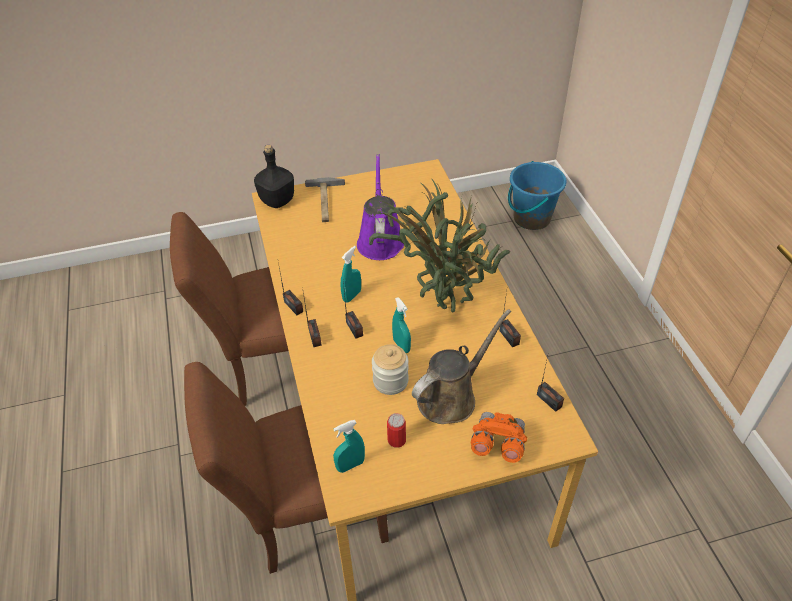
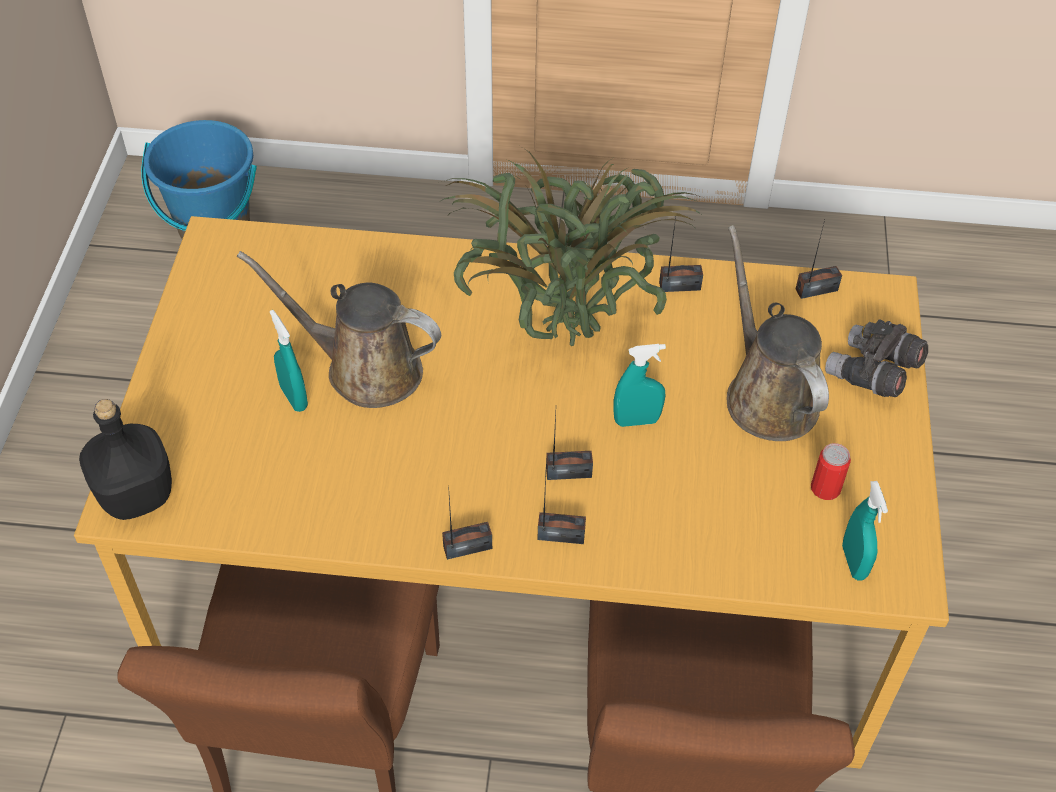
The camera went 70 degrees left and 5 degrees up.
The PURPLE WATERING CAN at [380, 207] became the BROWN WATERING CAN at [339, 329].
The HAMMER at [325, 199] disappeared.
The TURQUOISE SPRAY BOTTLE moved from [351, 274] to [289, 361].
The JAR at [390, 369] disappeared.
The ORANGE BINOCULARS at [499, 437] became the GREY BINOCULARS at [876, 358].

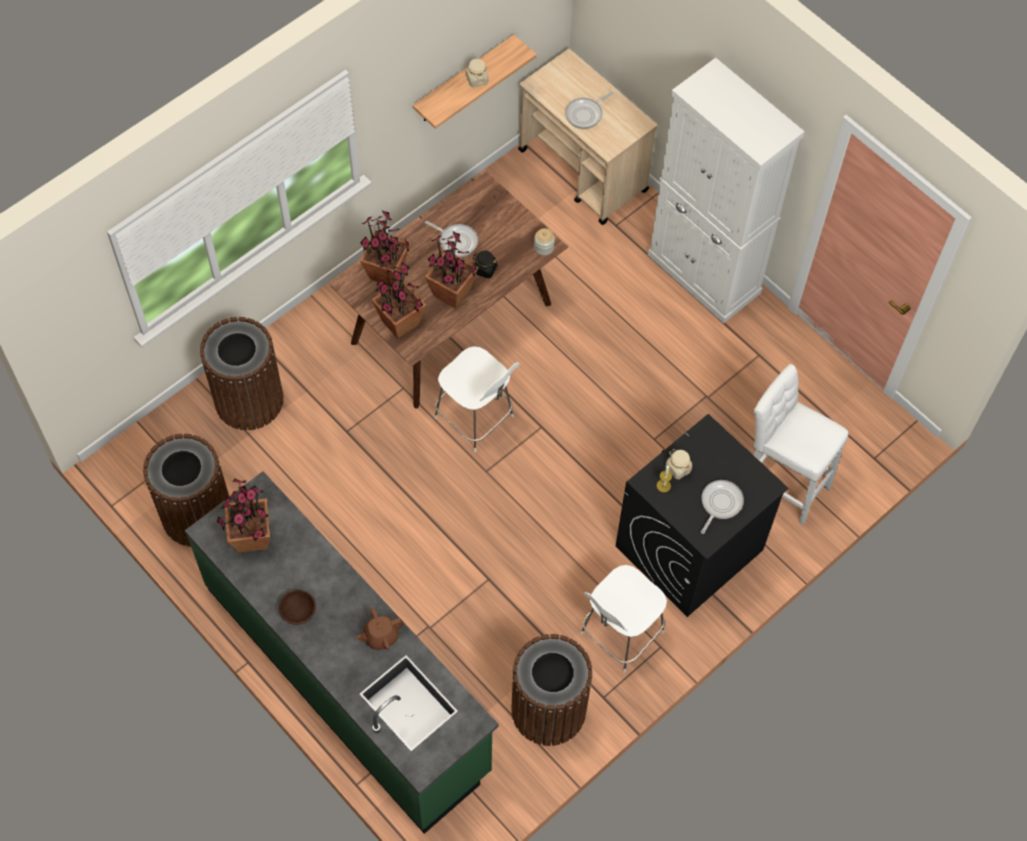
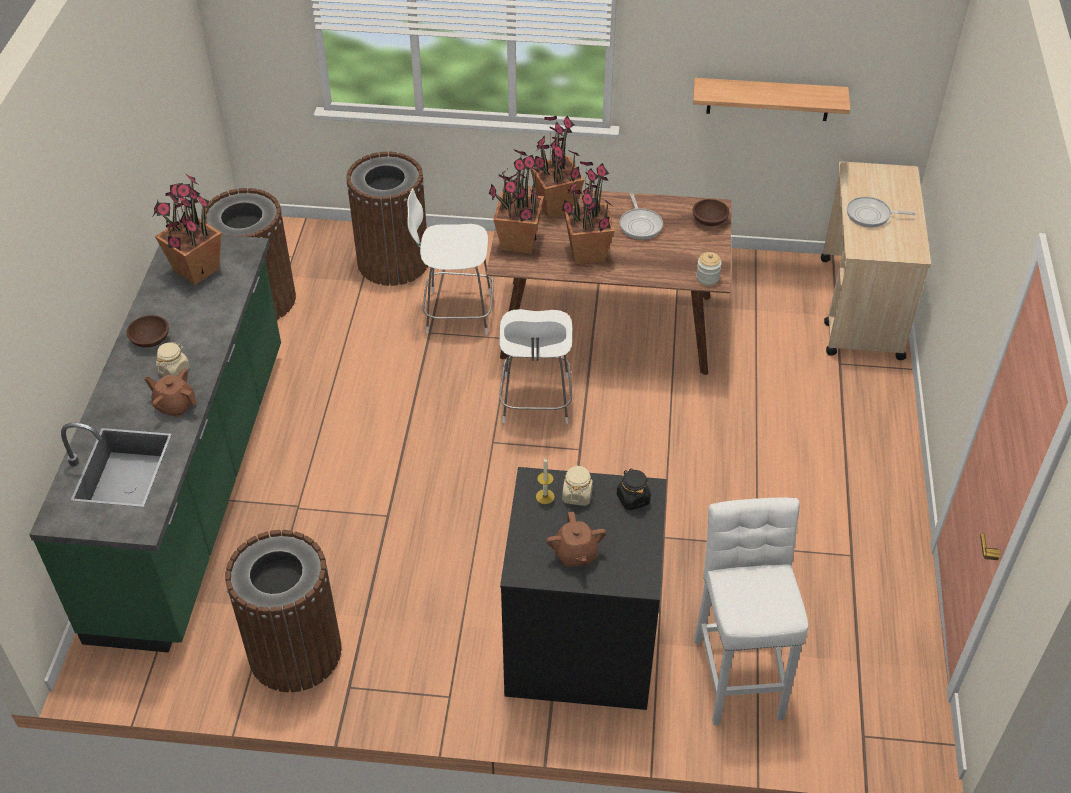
The camera went 50 degrees right and 15 degrees down.
The BEIGE JAR moved from [477, 72] to [172, 359].
The WHITE CABINET at [726, 190] disappeared.
The BLACK JAR moved from [485, 264] to [634, 489].
The FRYING PAN at [722, 507] was replaced by the BROWN TEAPOT at [576, 539].
The WHITE CHAIR moved from [623, 619] to [450, 261].
The BROWN BOWL at [711, 212] appeared.

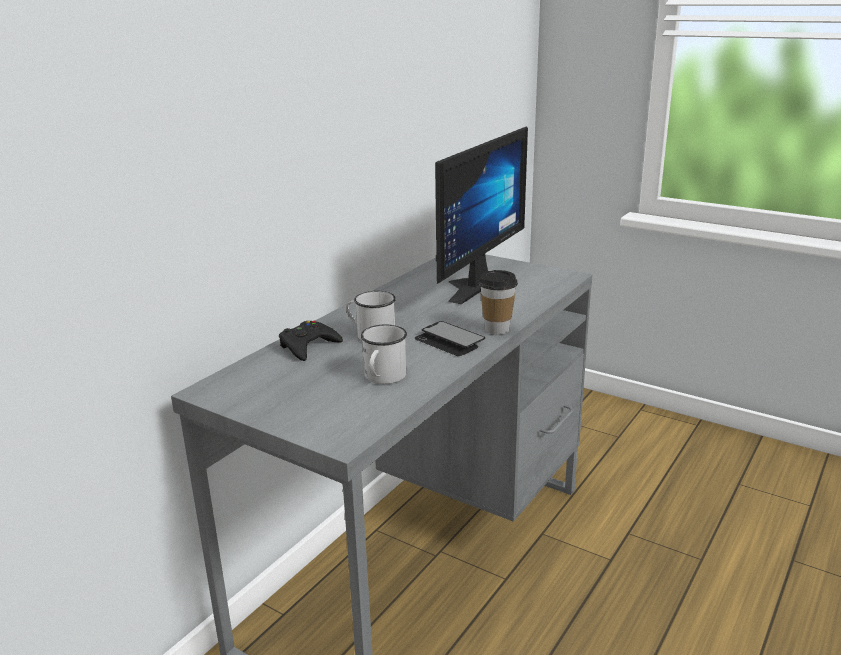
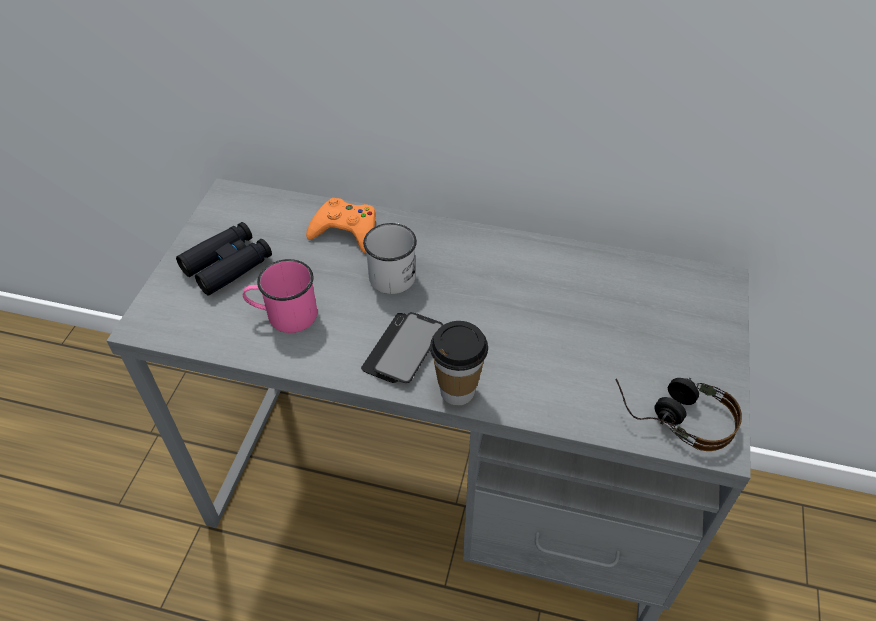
The camera went 70 degrees right and 25 degrees up.
The MONITOR at [481, 215] disappeared.
The BLACK GAME CONTROLLER at [311, 341] became the ORANGE GAME CONTROLLER at [341, 225].
The WHITE MUG at [384, 354] became the PINK MUG at [280, 296].
The BLACK BINOCULARS at [224, 259] appeared.
The HEADPHONES at [678, 414] appeared.

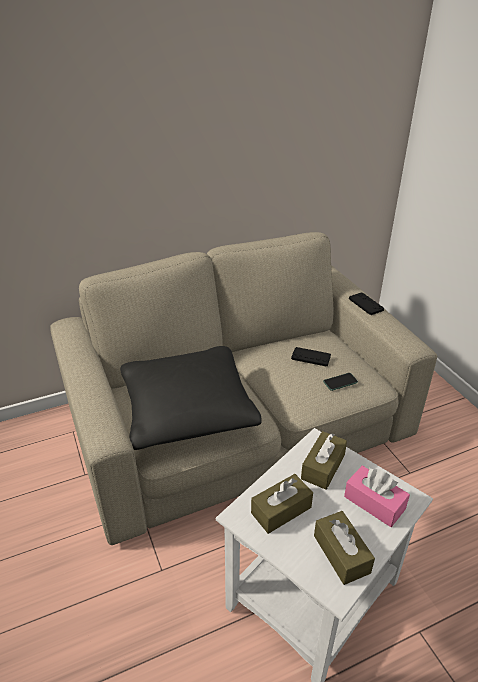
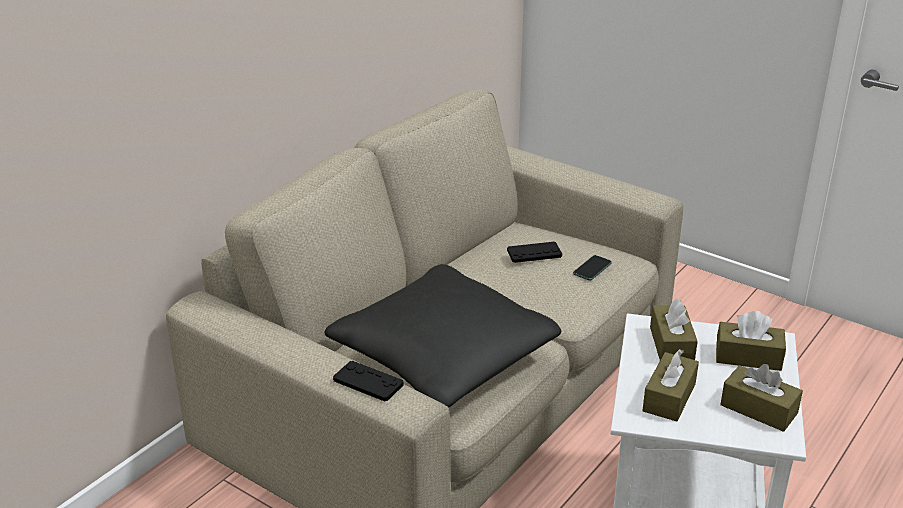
The camera went 30 degrees left and 5 degrees down.
The BLACK GAME CONTROLLER moved from [366, 303] to [368, 381].
The PINK TISSUE BOX at [377, 496] became the BROWN TISSUE BOX at [751, 341].

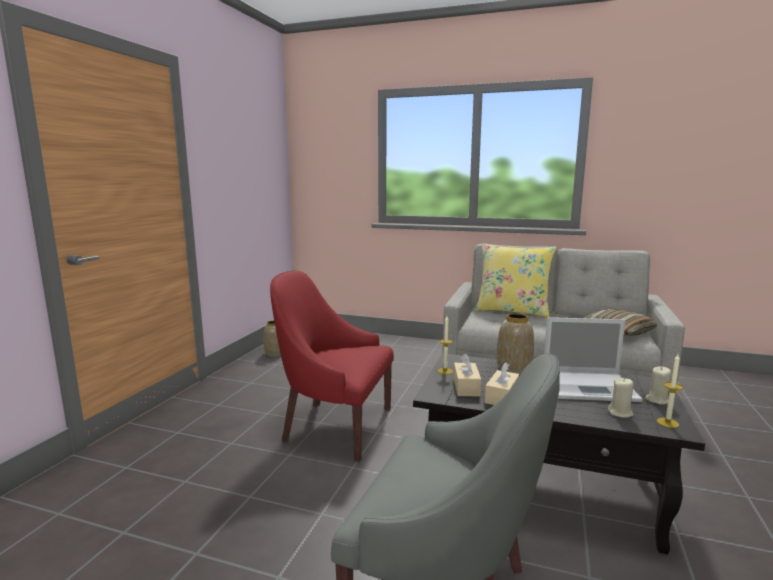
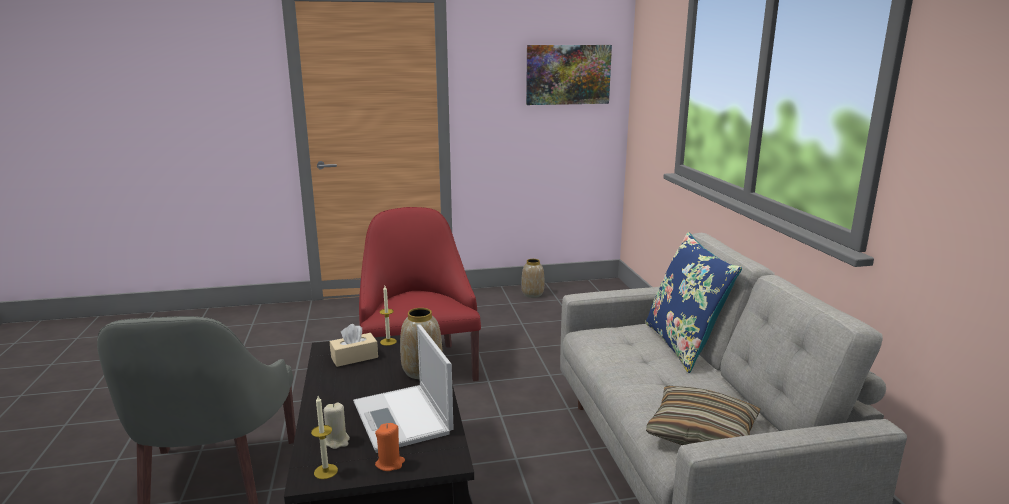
The camera went 60 degrees right and 5 degrees up.
The YELLOW PILLOW at [515, 280] became the BLUE PILLOW at [693, 302].
The BEIGE TISSUE BOX at [502, 383] disappeared.
The BEIGE CANDLE at [658, 385] became the ORANGE CANDLE at [390, 447].
The PICTURE at [569, 75] appeared.

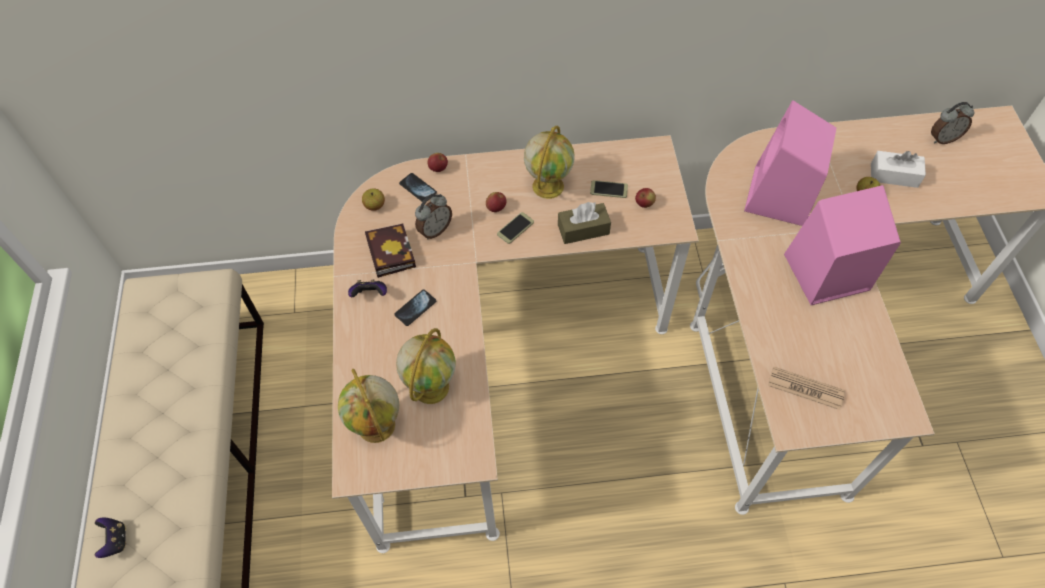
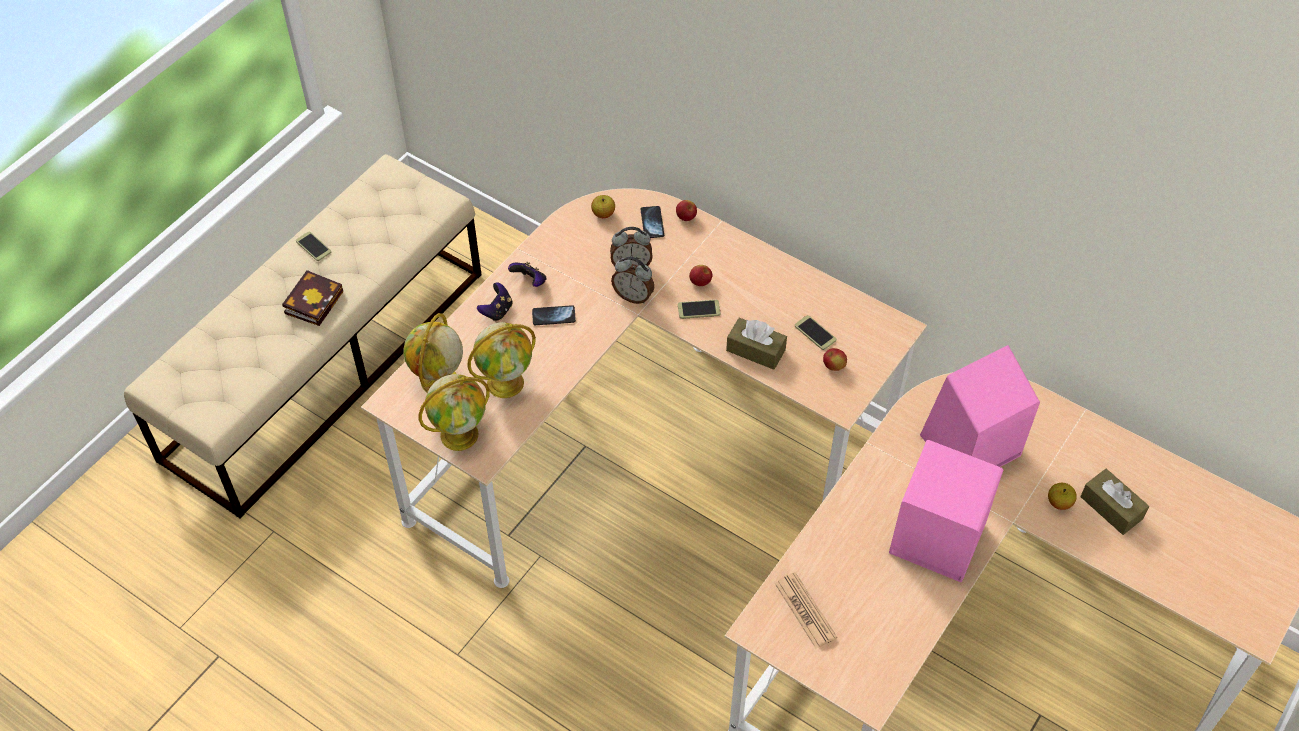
The camera went 40 degrees right and 5 degrees down.
The ALARM CLOCK moved from [952, 123] to [632, 280].
The GLOBE moved from [549, 162] to [454, 412].
The WHITE TISSUE BOX at [898, 169] became the BROWN TISSUE BOX at [1114, 502].
The BOOK moved from [390, 250] to [312, 298].
The GAME CONTROLLER moved from [110, 537] to [495, 301].
The PHONE at [313, 246] appeared.

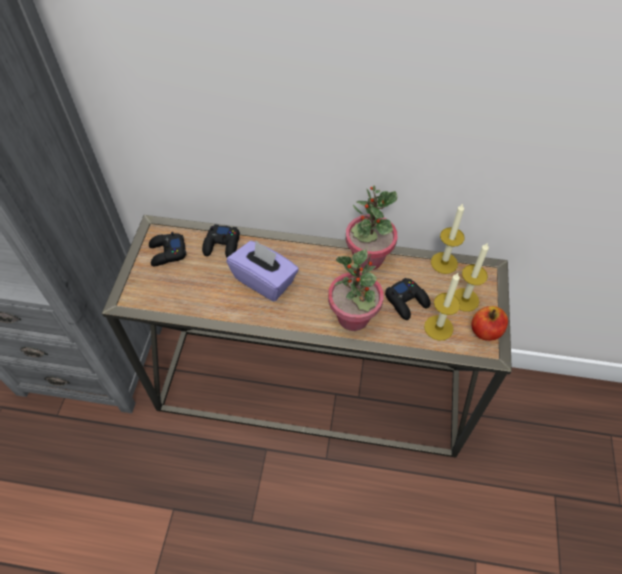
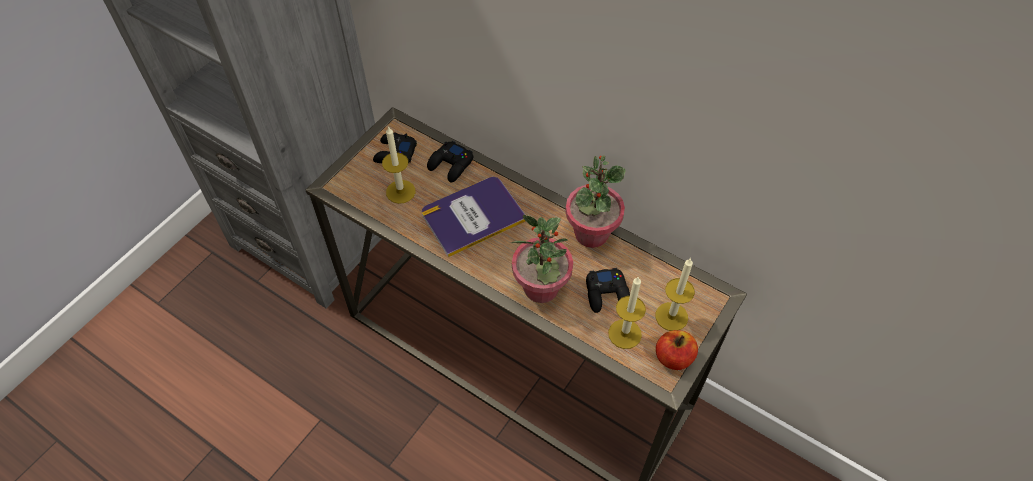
The camera went 25 degrees right and 0 degrees up.
The CANDLE moved from [448, 238] to [398, 165].
The PURPLE TISSUE BOX at [262, 271] was replaced by the BOOK at [474, 217].

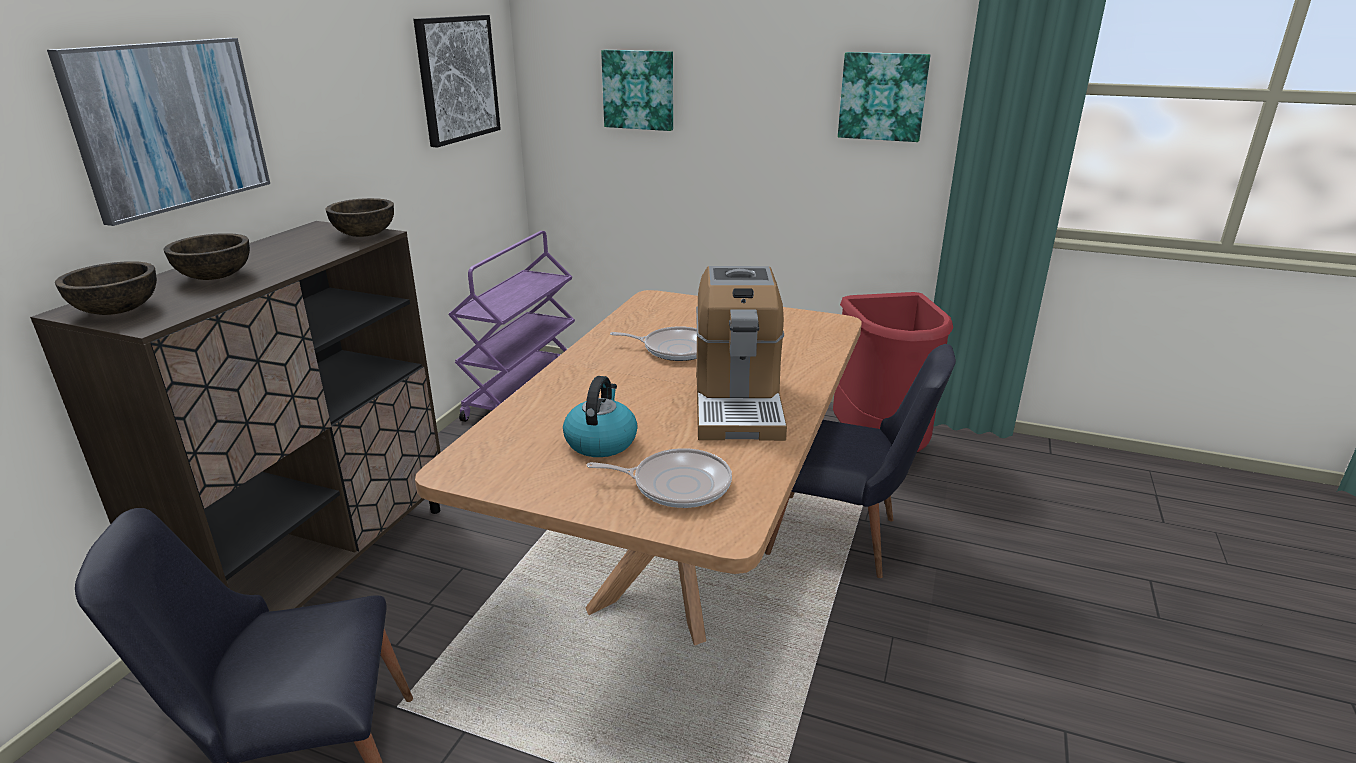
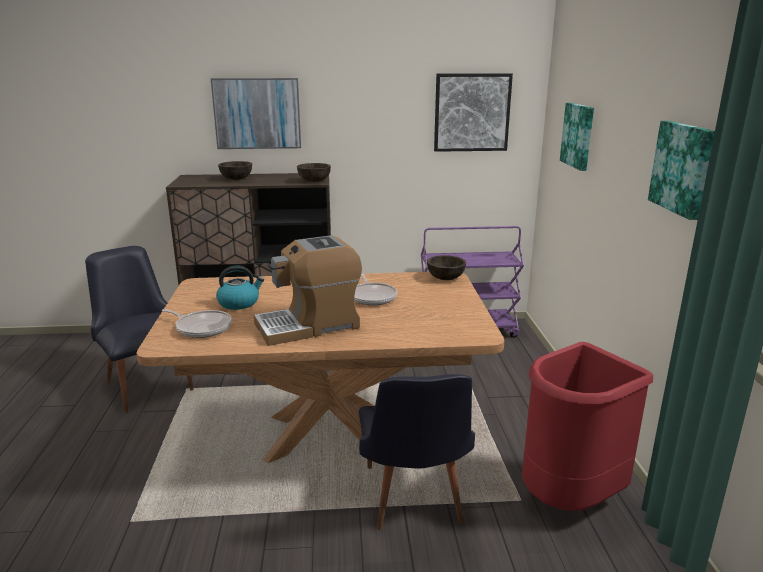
The camera went 65 degrees right and 5 degrees down.
The BROWN BOWL moved from [106, 288] to [446, 267].
The FRYING PAN at [659, 478] turned 45 degrees counterclockwise.

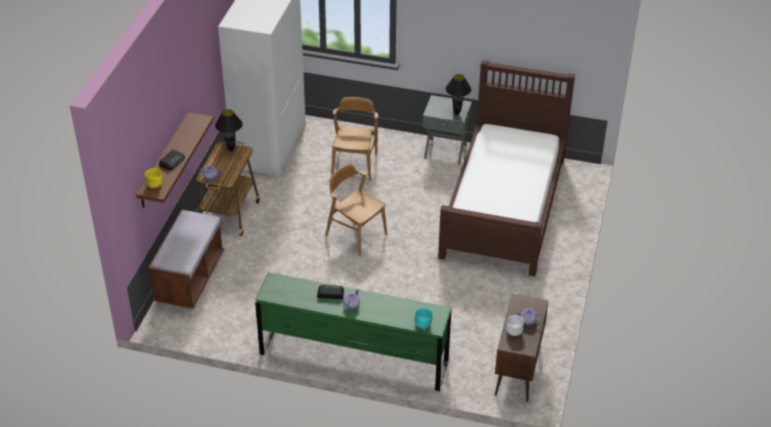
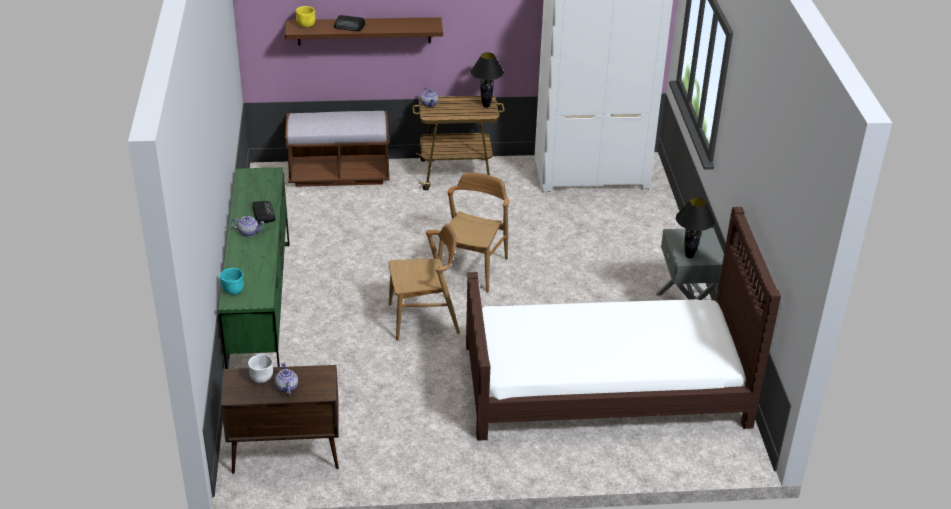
The camera went 70 degrees right and 5 degrees down.
The BROWN CHAIR moved from [354, 139] to [424, 282].

